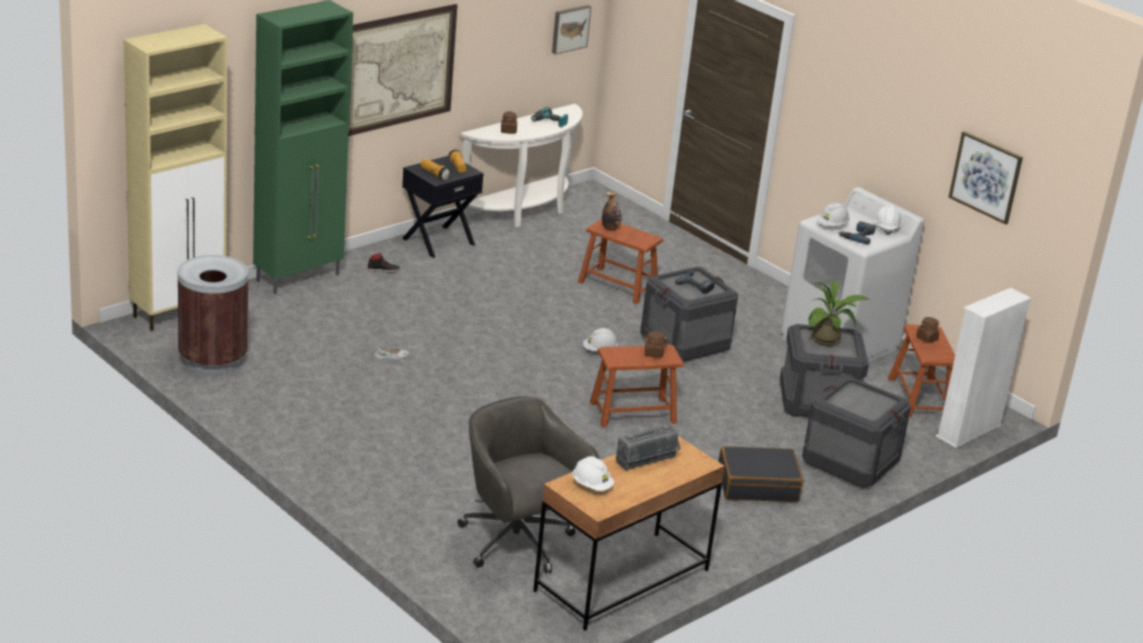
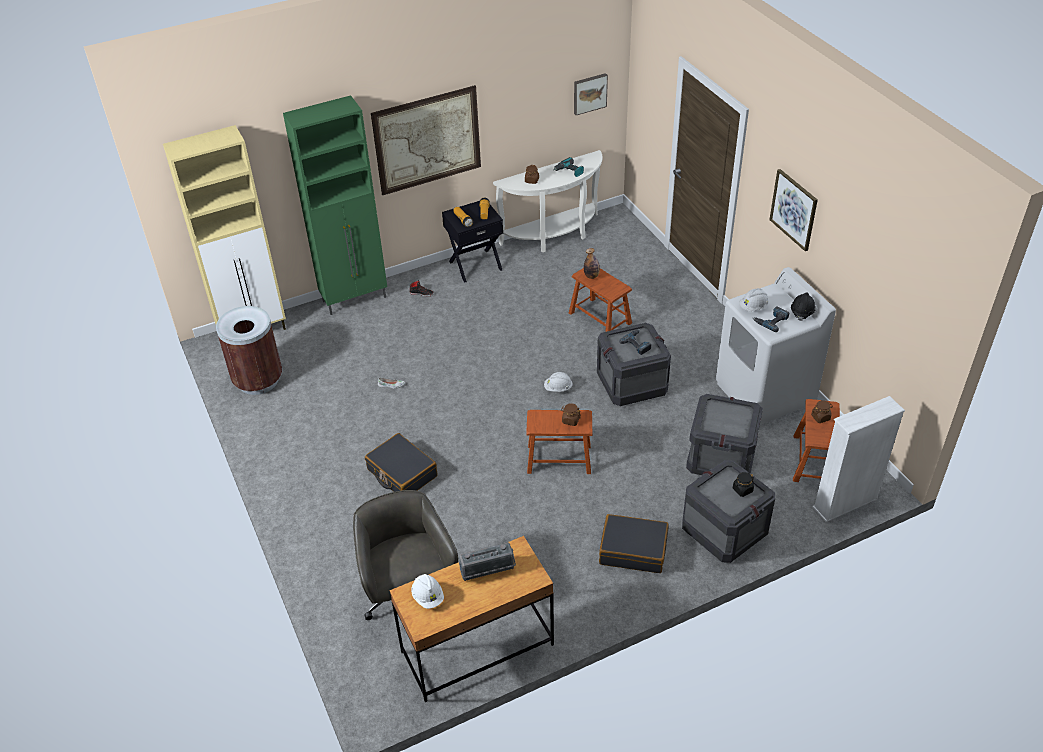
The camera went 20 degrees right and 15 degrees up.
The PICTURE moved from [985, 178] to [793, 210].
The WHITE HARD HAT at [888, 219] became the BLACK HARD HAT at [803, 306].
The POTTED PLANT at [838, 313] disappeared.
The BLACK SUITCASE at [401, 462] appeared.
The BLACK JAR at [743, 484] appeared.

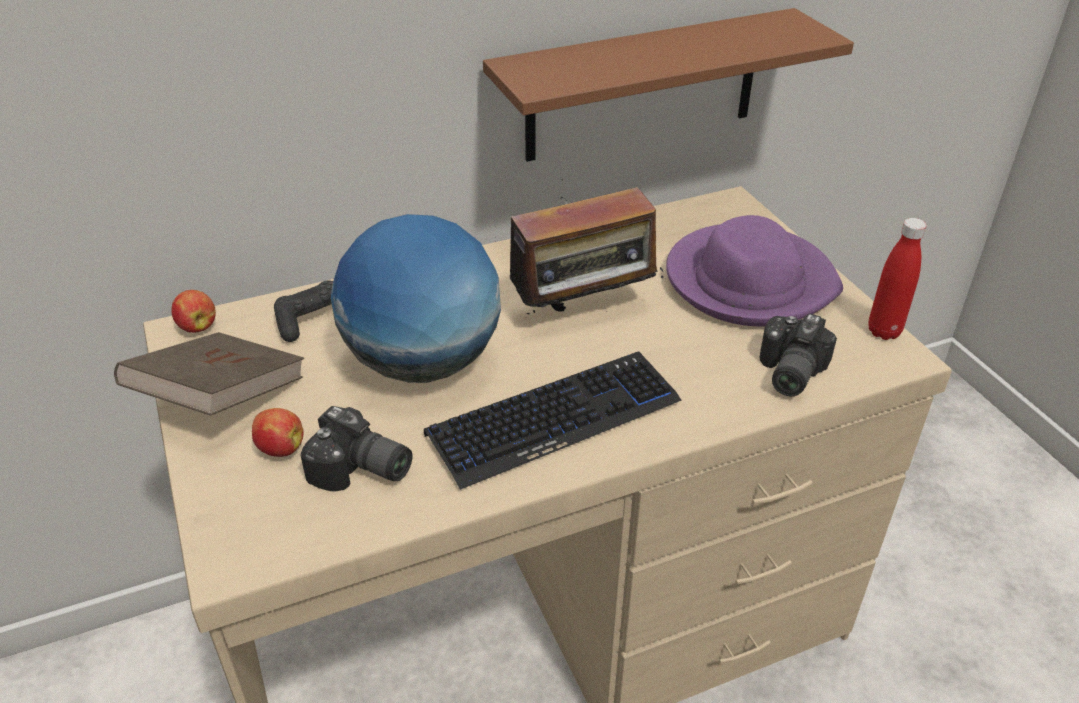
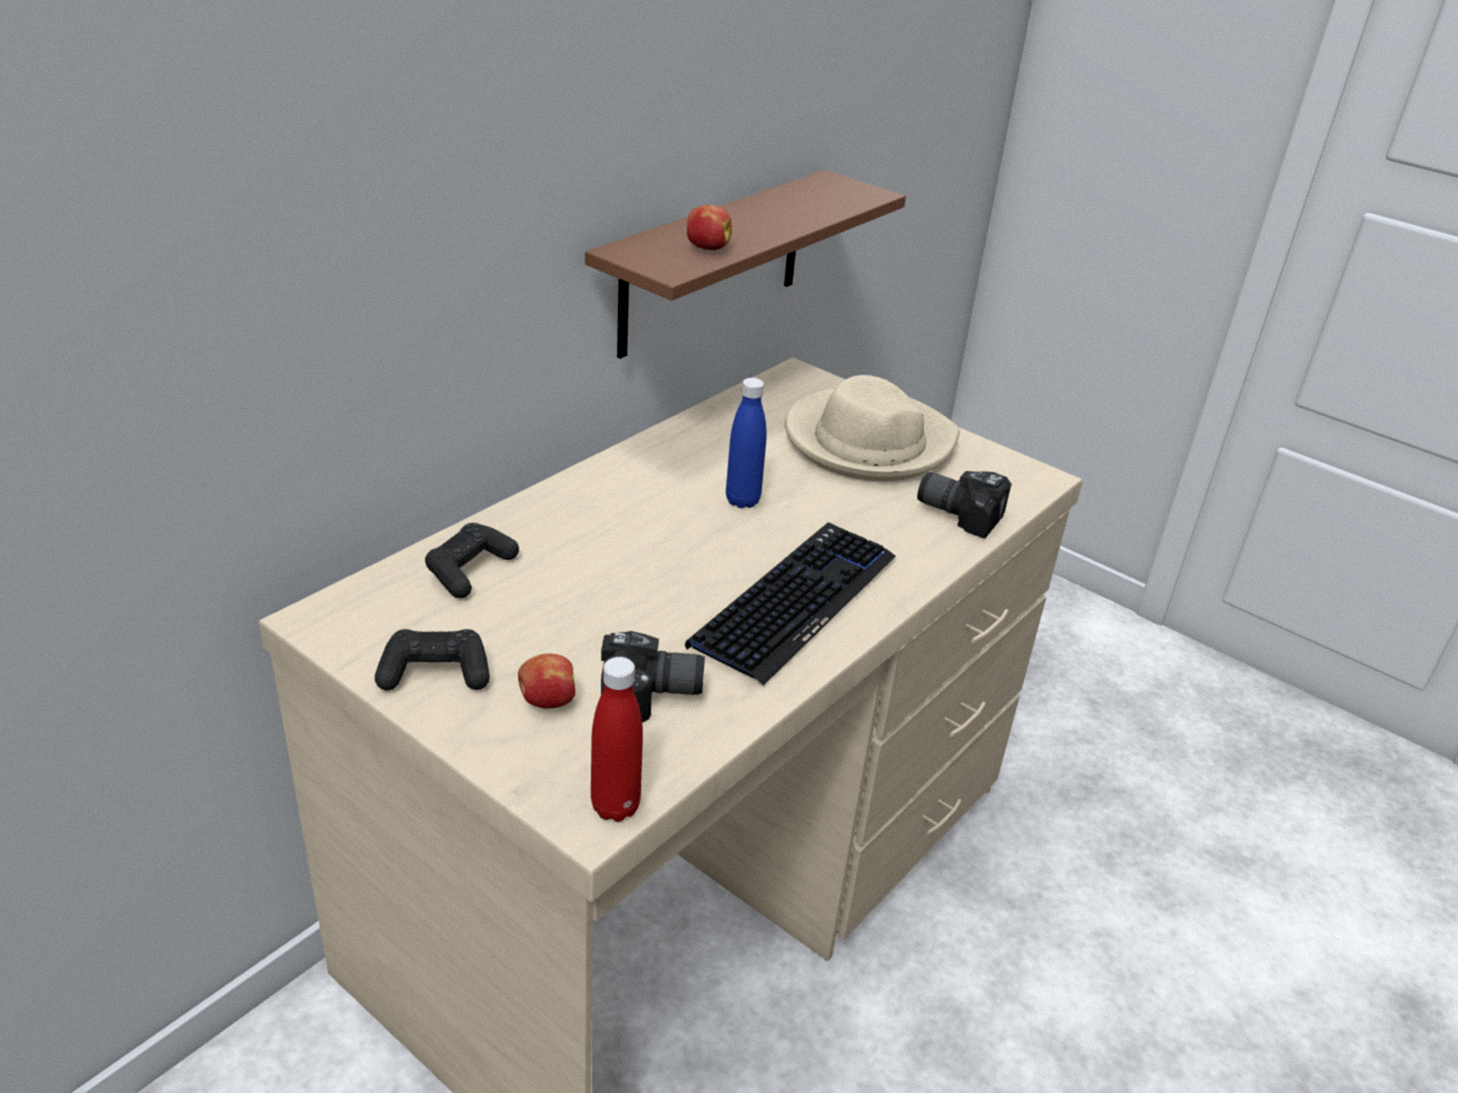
The camera went 30 degrees left and 5 degrees down.
The RADIO at [579, 255] was replaced by the BLUE BOTTLE at [746, 443].
The GLOBE at [416, 298] disappeared.
The PURPLE HAT at [754, 270] became the BEIGE HAT at [872, 428].
The RED BOTTLE moved from [898, 279] to [617, 739].
The APPLE moved from [193, 311] to [709, 227].
The PHOTO CAMERA at [798, 354] turned 120 degrees clockwise.
The BROWN BOOK at [209, 374] was replaced by the BLACK GAME CONTROLLER at [432, 659].

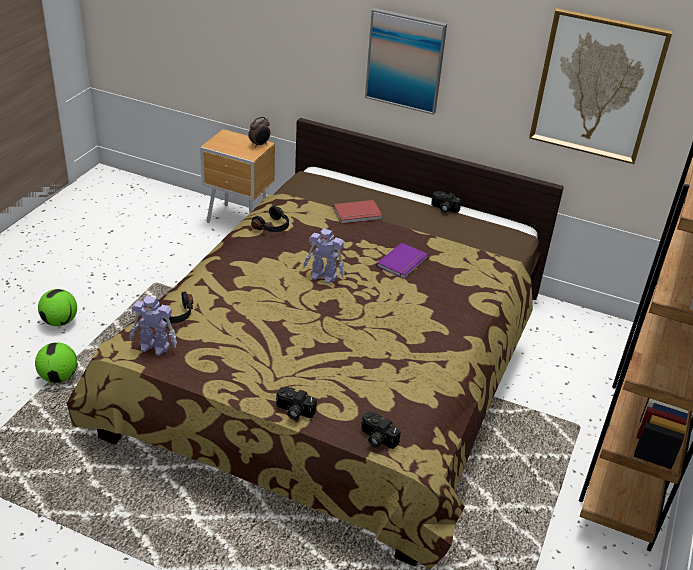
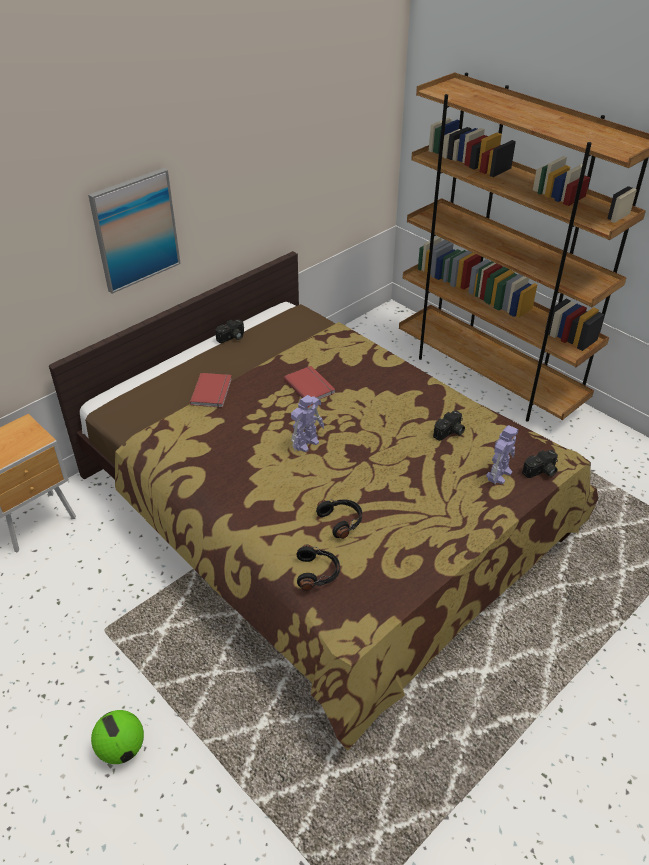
The camera went 65 degrees left and 5 degrees up.
The PICTURE at [601, 86] disappeared.
The ALARM CLOCK at [259, 132] disappeared.
The BLACK HEADPHONES moved from [270, 219] to [339, 519].
The PURPLE BOOK at [402, 261] became the RED BOOK at [309, 383].
The TOY ROBOT moved from [153, 325] to [502, 454].
The FOOTBALL at [56, 362] disappeared.
The PHOTO CAMERA moved from [296, 403] to [449, 425].

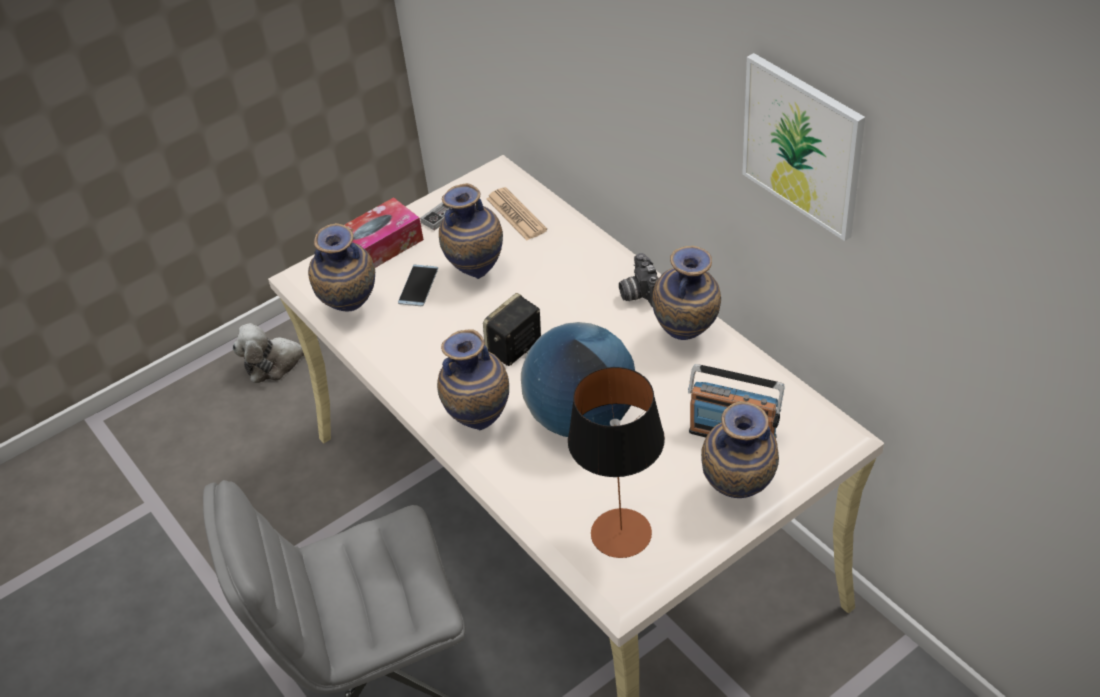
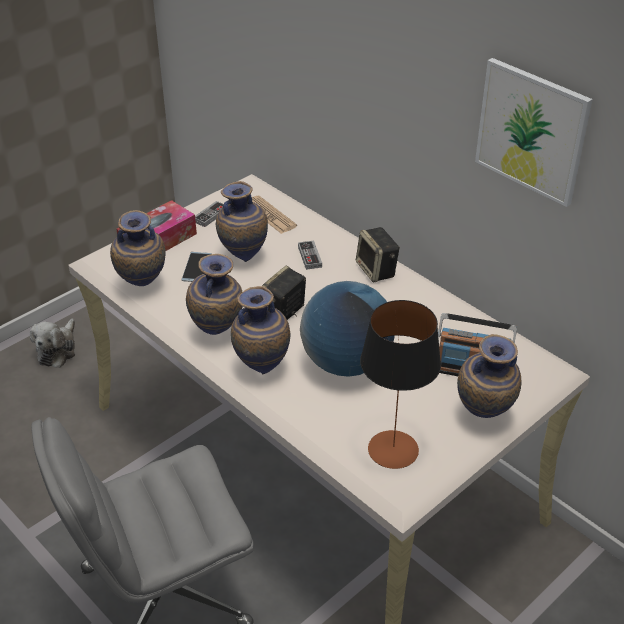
The camera went 10 degrees left and 5 degrees down.
The VASE moved from [686, 293] to [214, 294].
The PHOTO CAMERA at [639, 280] was replaced by the SPEAKER at [378, 254].
The PLUSH TOY at [276, 353] turned 45 degrees counterclockwise.
The GAME CONTROLLER at [310, 255] appeared.

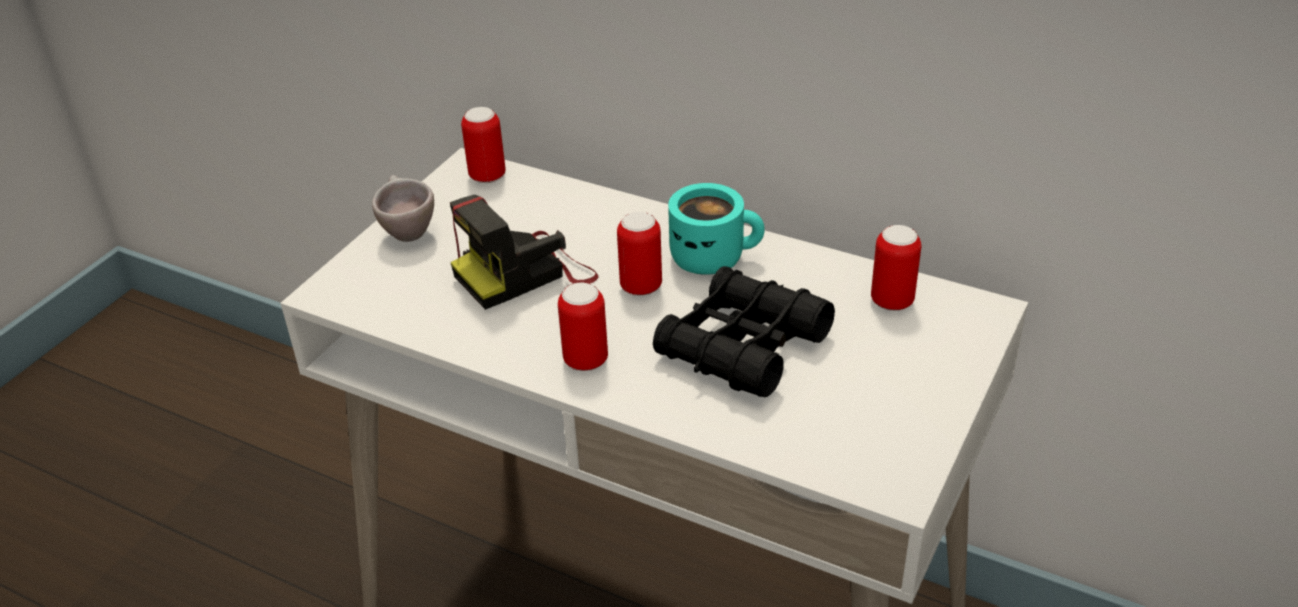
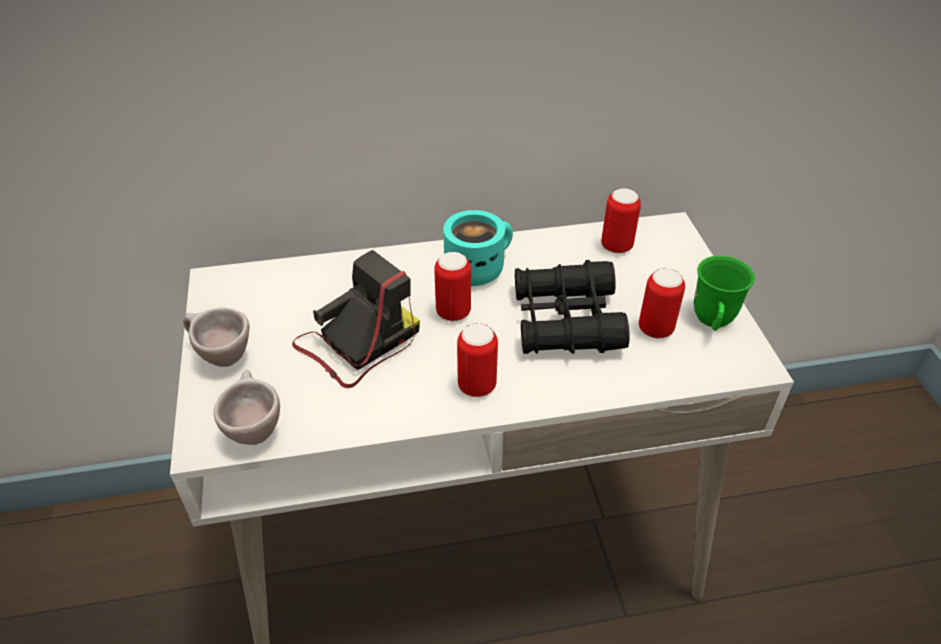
The camera went 40 degrees left and 5 degrees up.
The CAN moved from [483, 145] to [662, 303].
The PHOTO CAMERA at [524, 252] turned 150 degrees counterclockwise.
The GREEN MUG at [724, 293] appeared.
The BEIGE CUP at [247, 407] appeared.

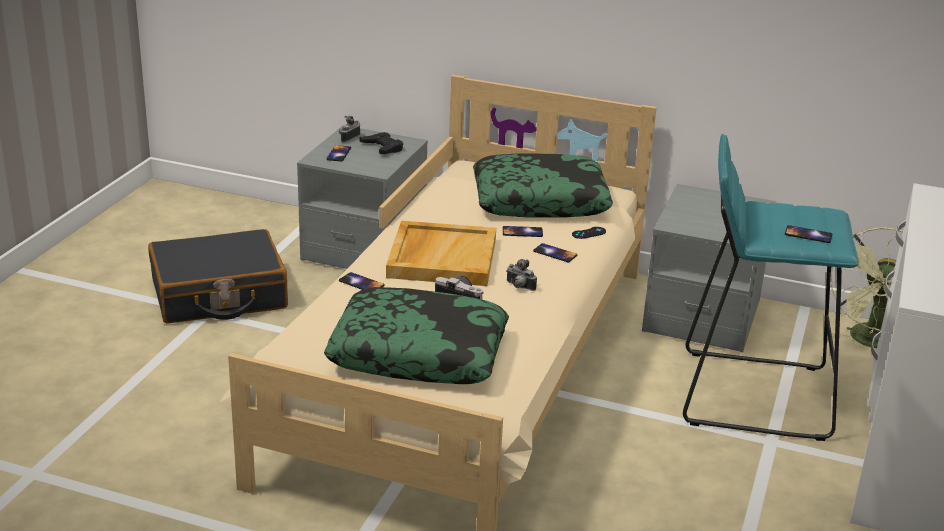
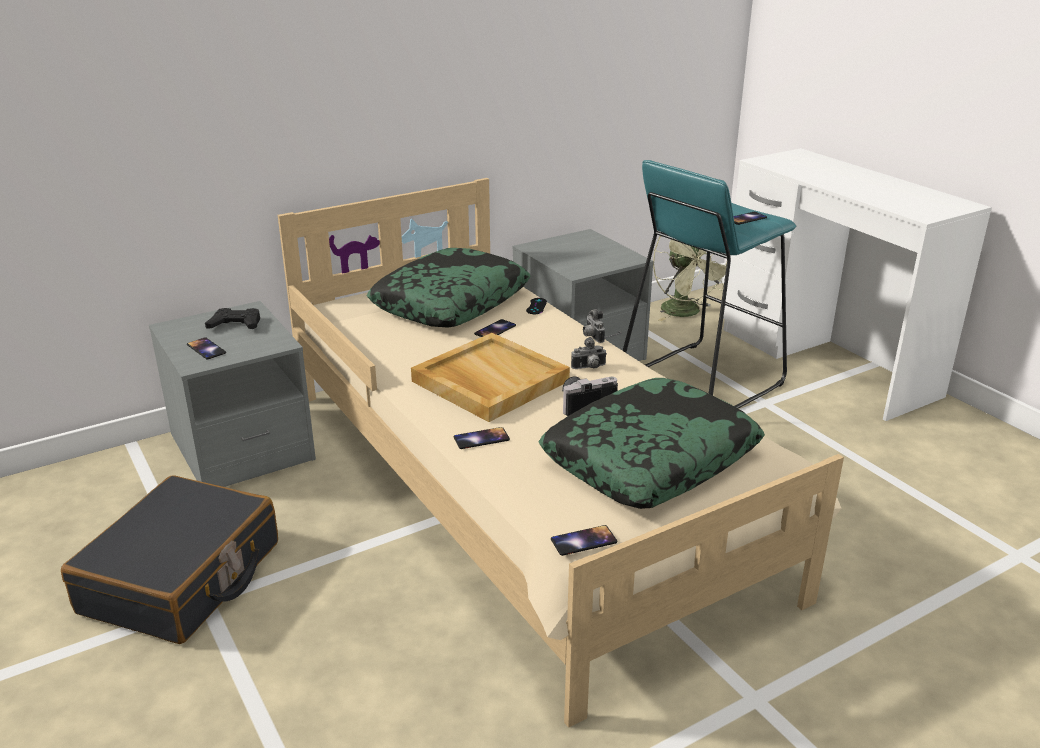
The camera went 50 degrees left and 0 degrees up.
The PHOTO CAMERA moved from [349, 129] to [594, 326].
The PHONE moved from [555, 252] to [584, 540].

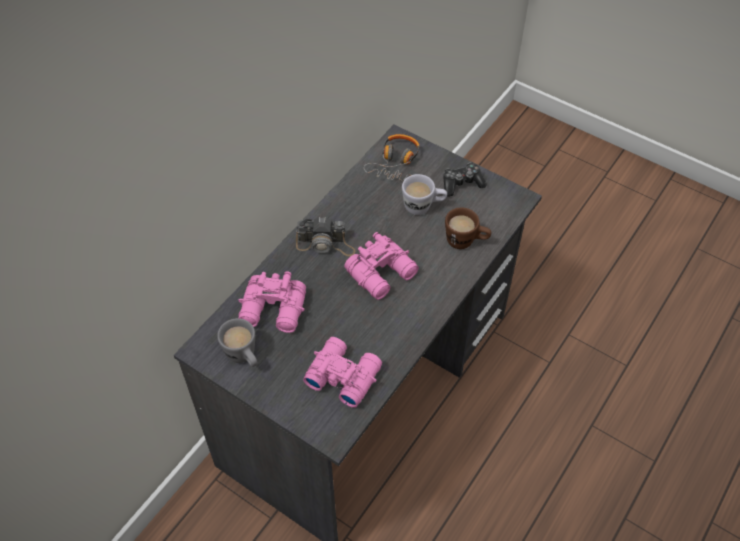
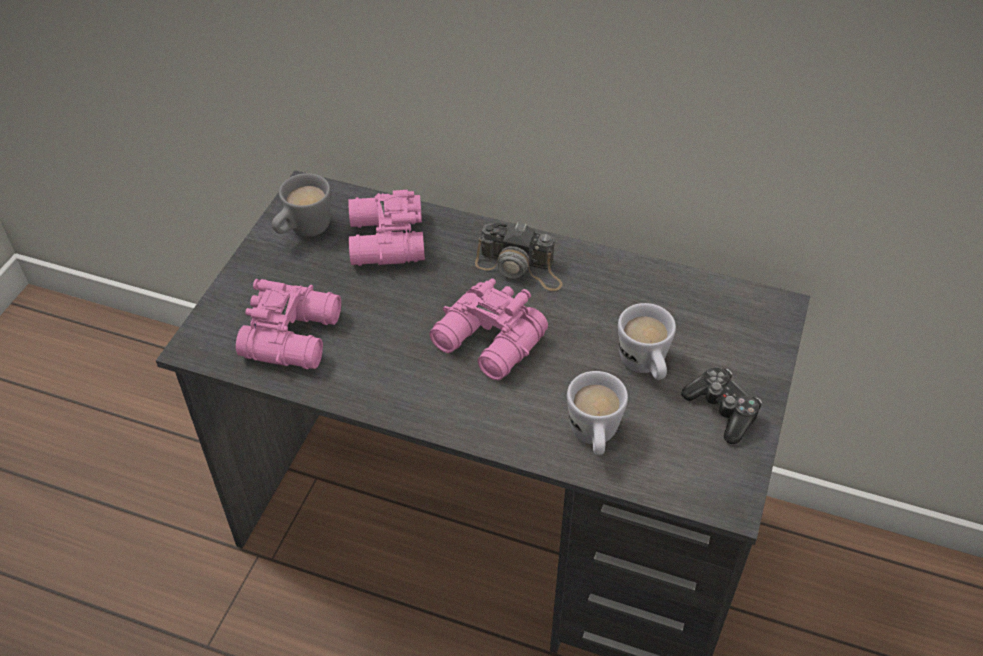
The camera went 75 degrees right and 5 degrees down.
The HEADPHONES at [392, 157] disappeared.
The BROWN MUG at [468, 228] became the WHITE MUG at [597, 413].
The PHOTO CAMERA at [325, 236] turned 60 degrees counterclockwise.

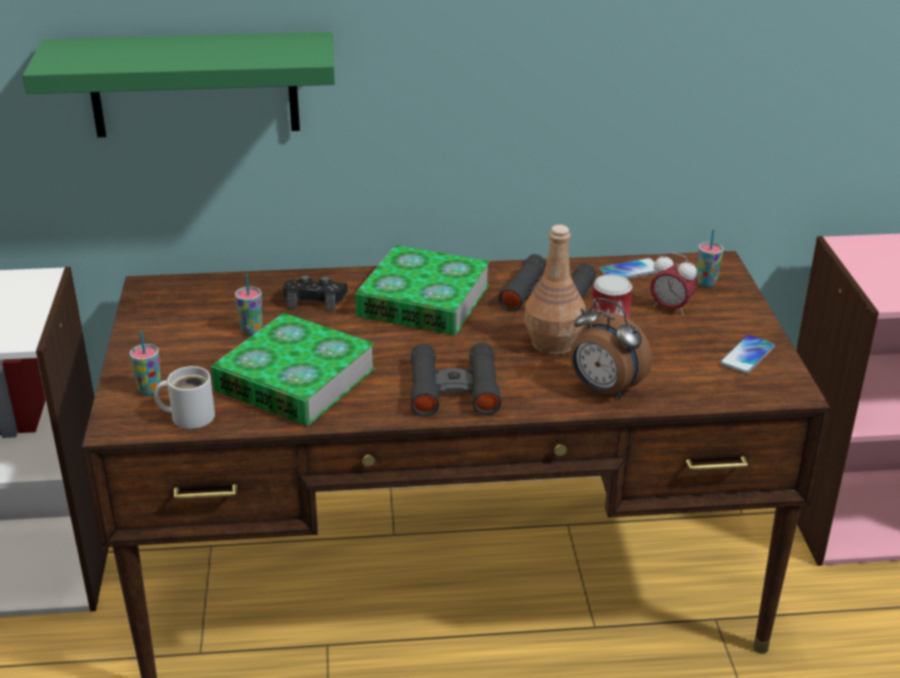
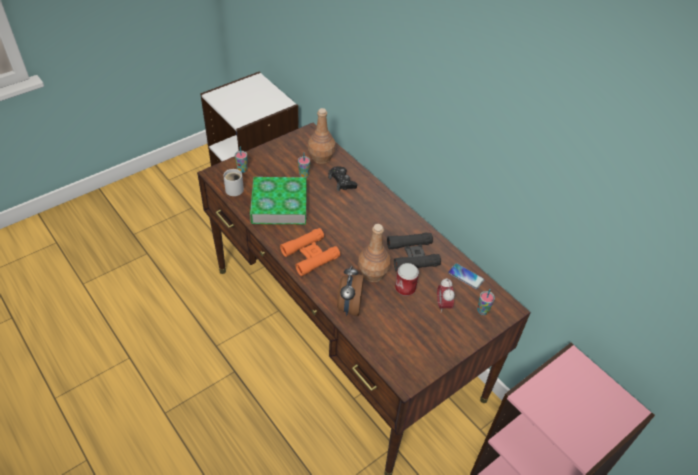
The camera went 55 degrees right and 15 degrees up.
The GREEN SHELF at [179, 84] disappeared.
The BOOK at [422, 290] disappeared.
The PHONE at [747, 354] disappeared.
The BLACK BINOCULARS at [456, 379] became the ORANGE BINOCULARS at [310, 252].
The BROWN BOTTLE at [321, 136] appeared.

